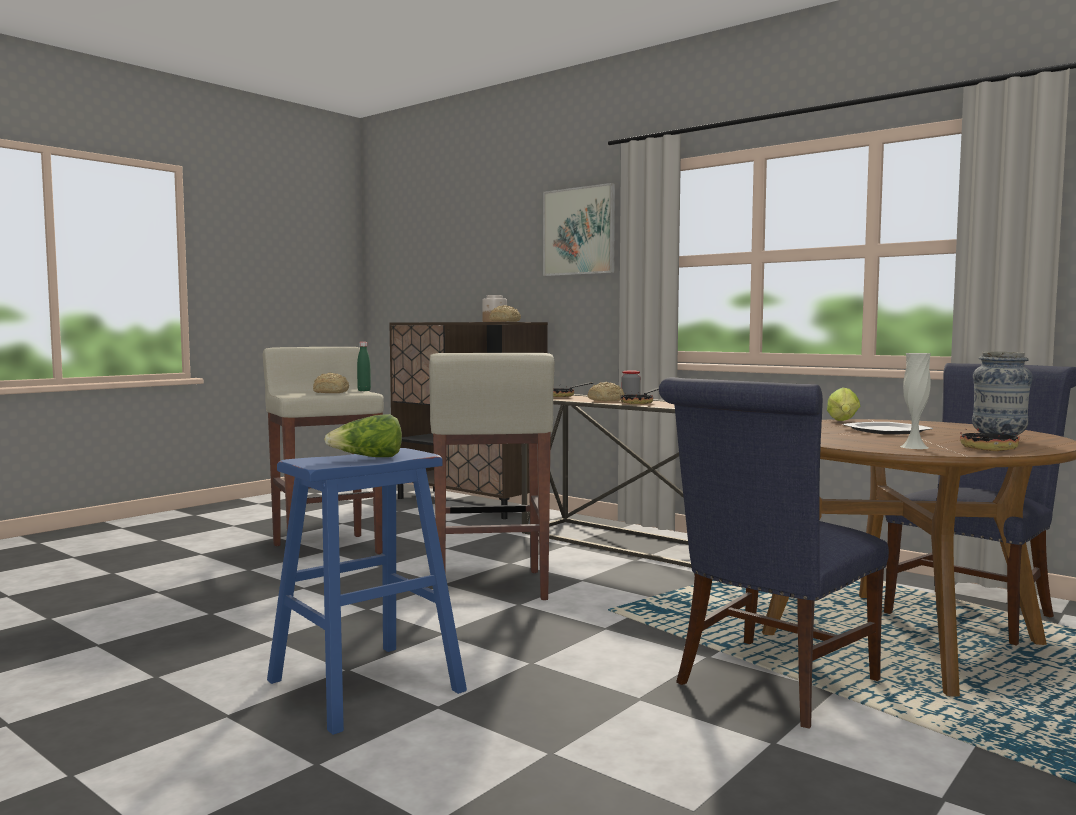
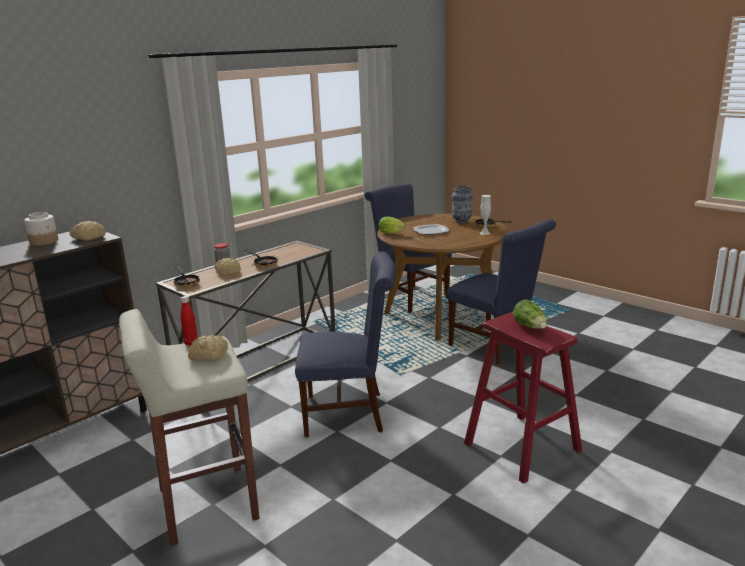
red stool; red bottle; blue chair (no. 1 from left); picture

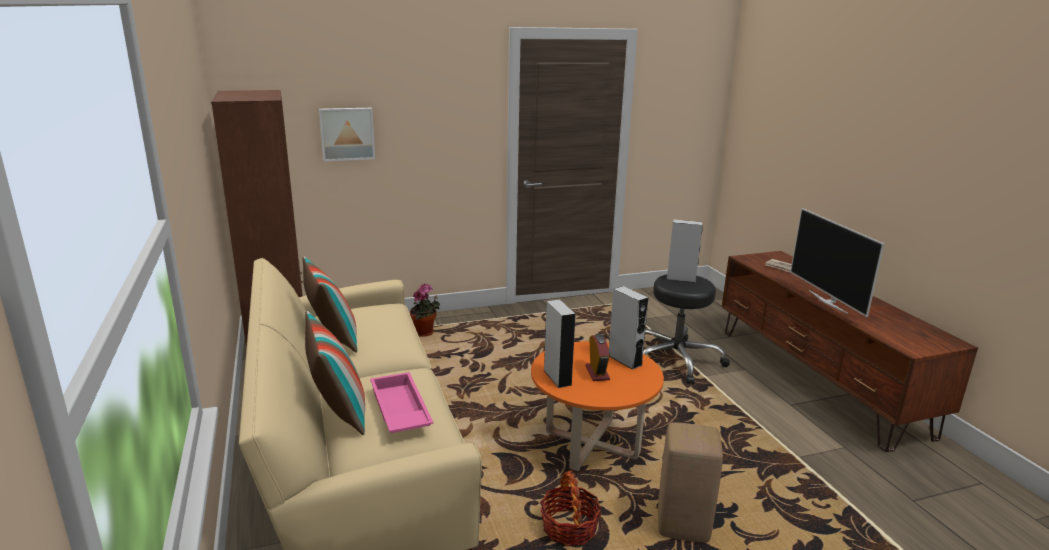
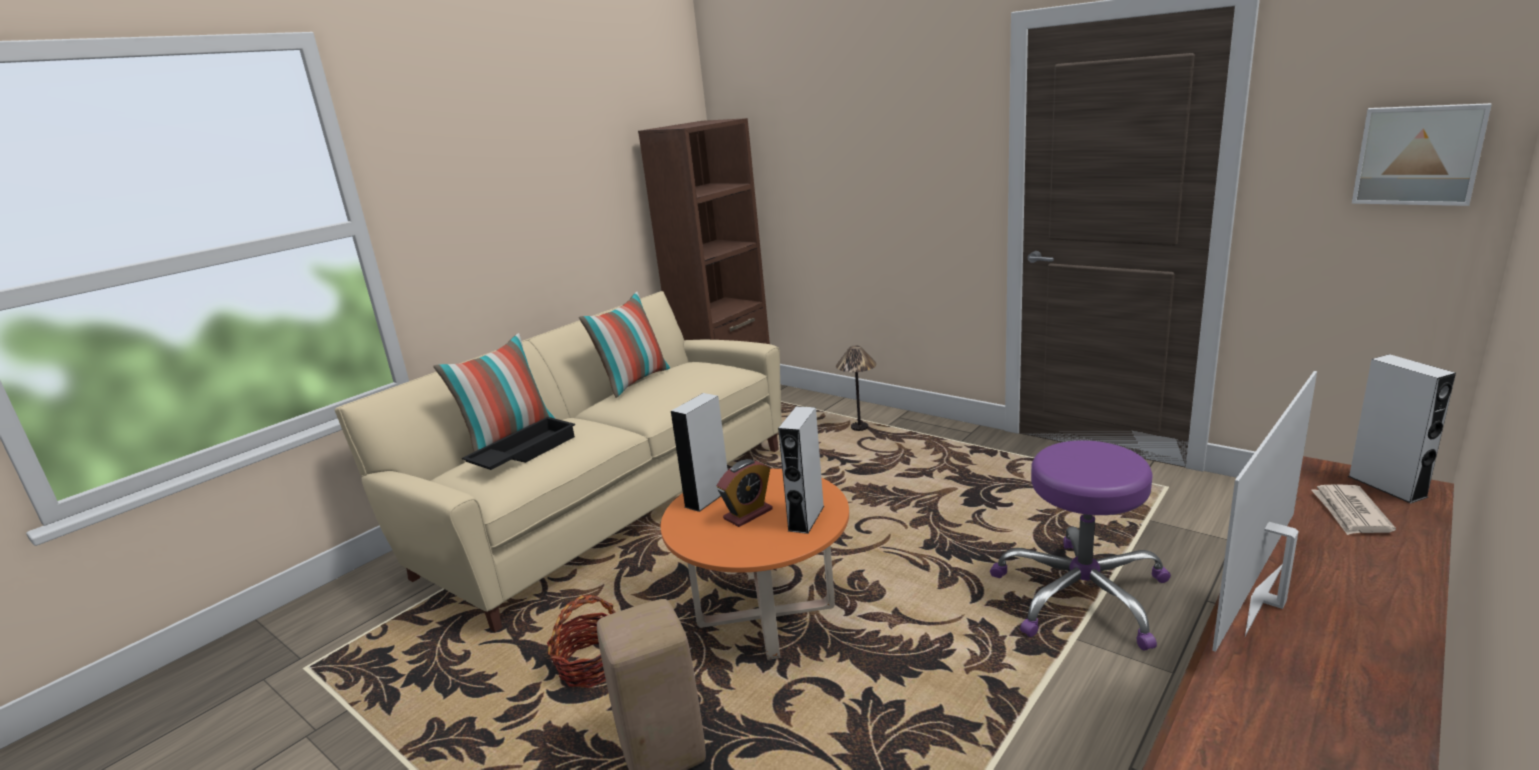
picture; black tray; table lamp; purple stool; grey speaker (no. 3 from left)

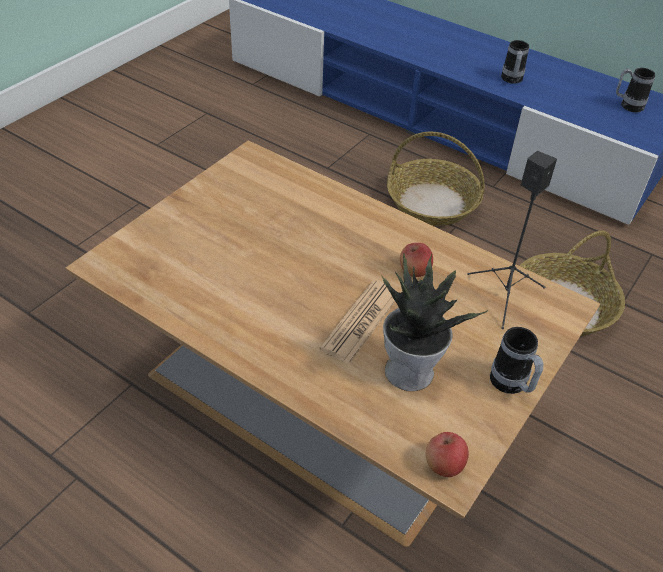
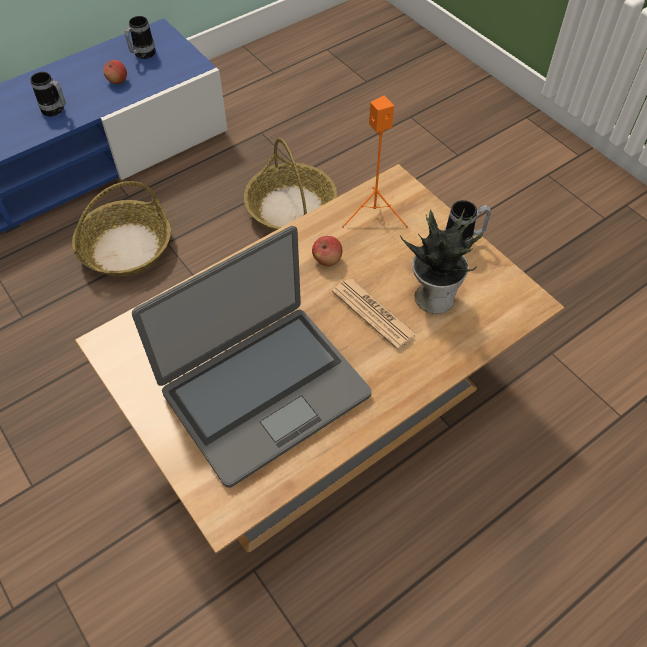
apple (no. 1 from left); orange speaker; laptop

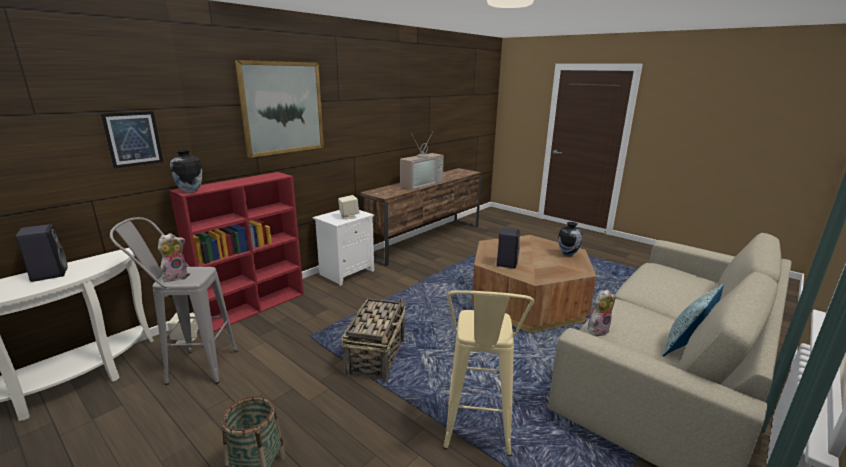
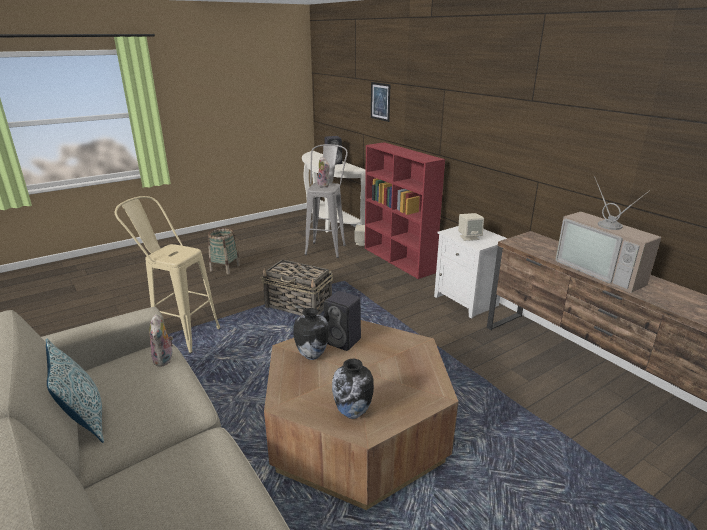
vase (no. 1 from left); picture (no. 2 from left in the first image)

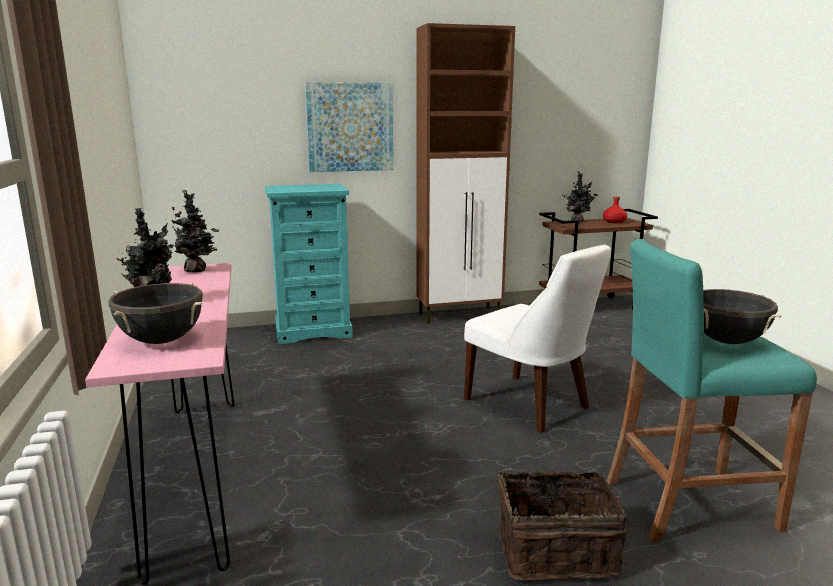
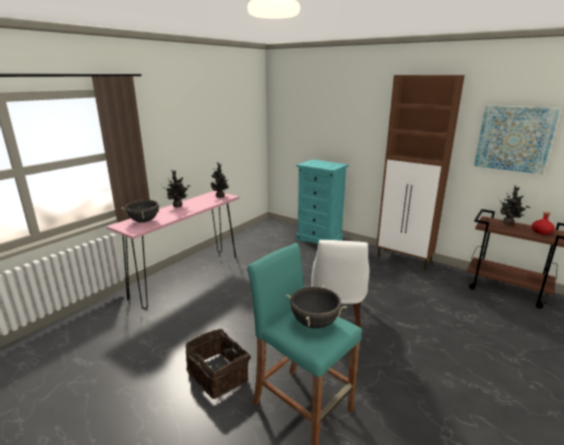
picture

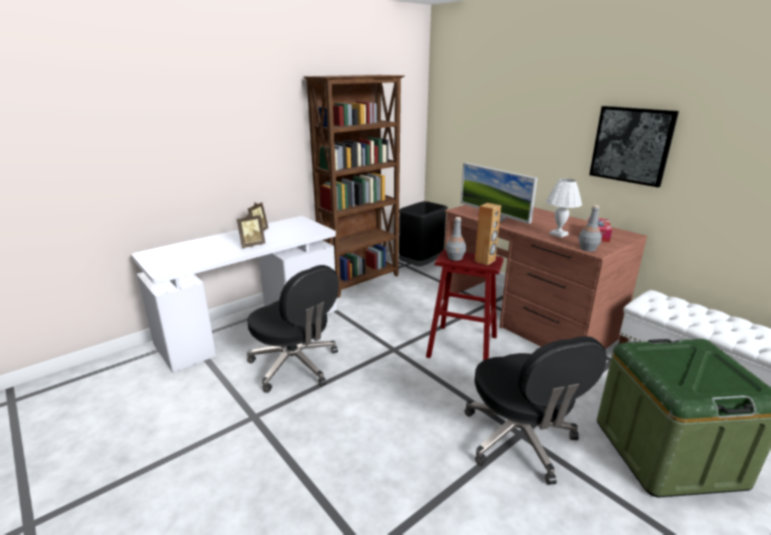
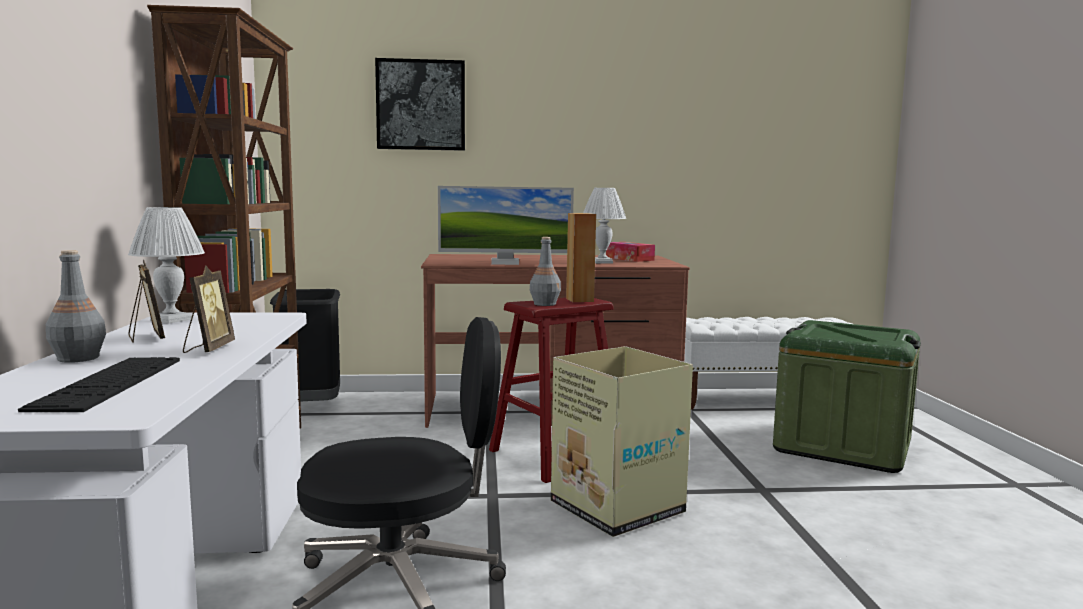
black office chair (no. 2 from left in the first image); grey bottle (no. 1 from left); picture; keyboard; white table lamp (no. 1 from left); cardboard box

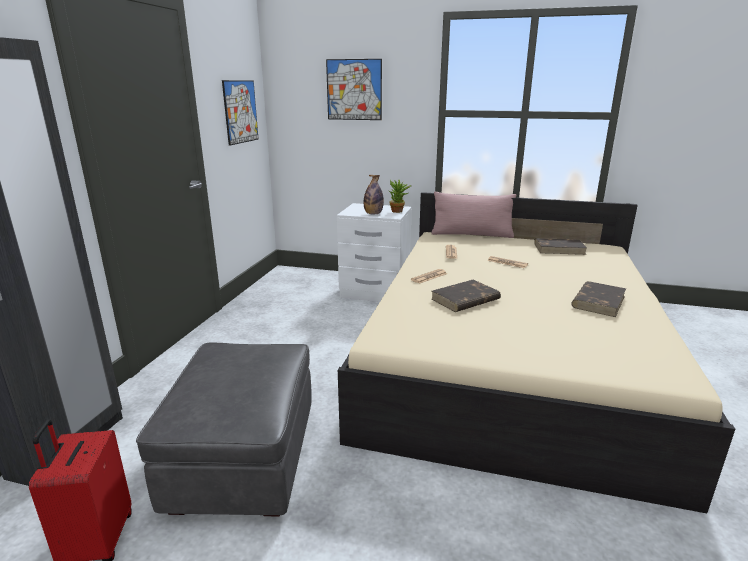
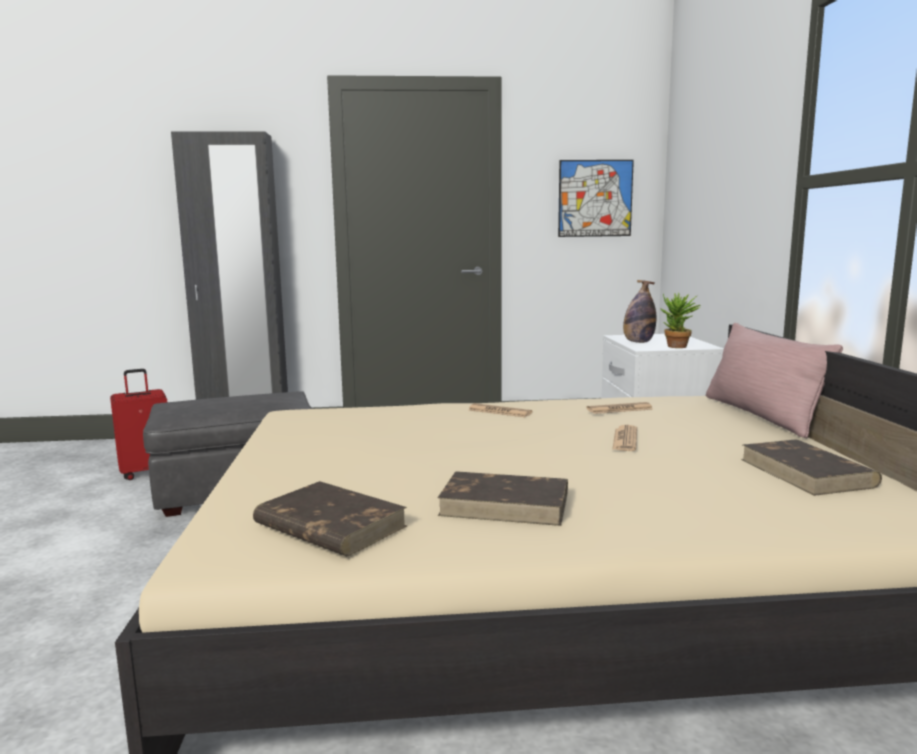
picture (no. 2 from left in the first image); brown book (no. 1 from left)

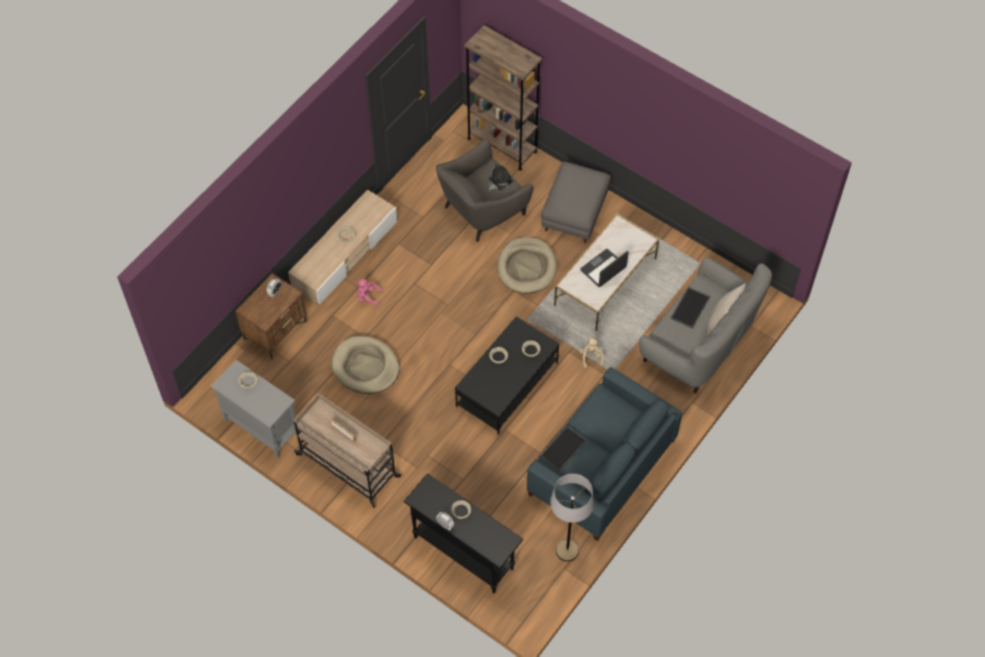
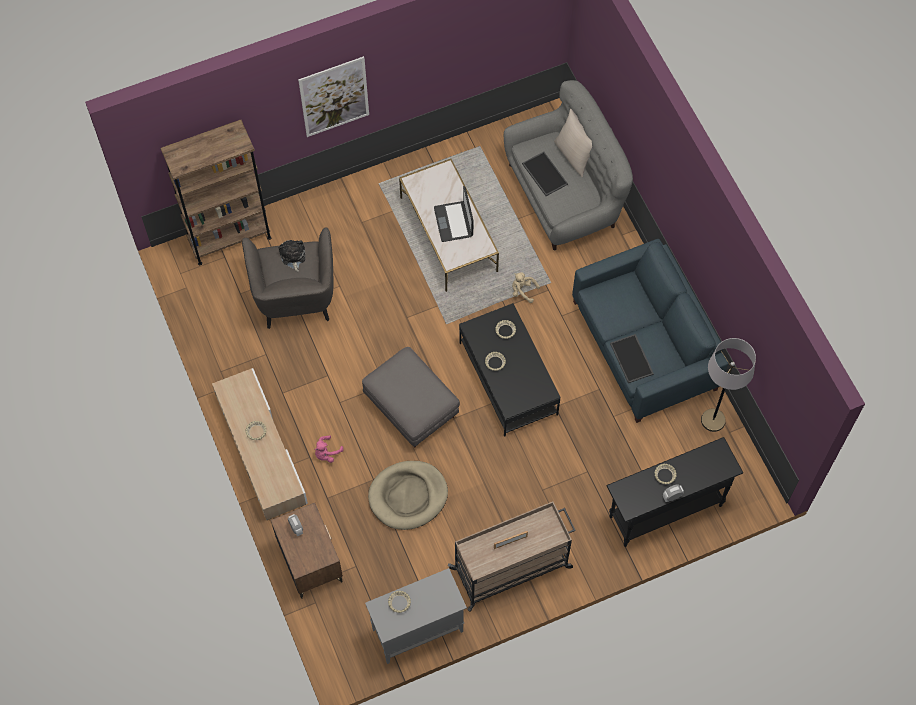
beige dog bed (no. 2 from left in the first image); grey ottoman; picture

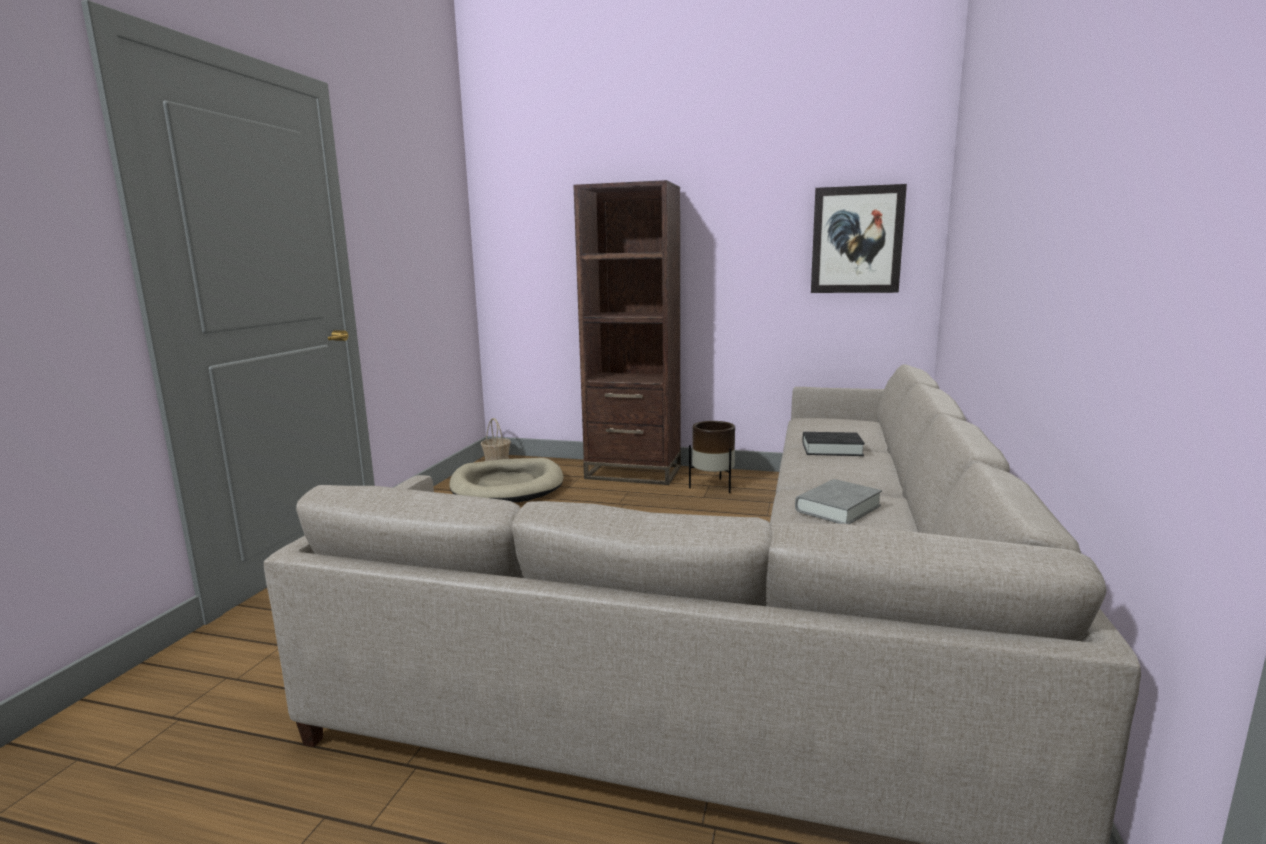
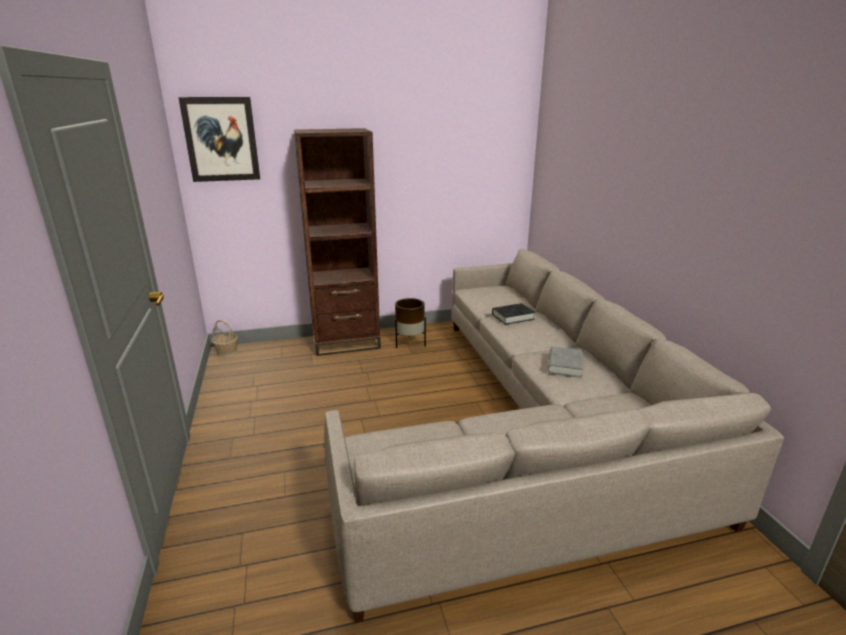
beige dog bed; picture

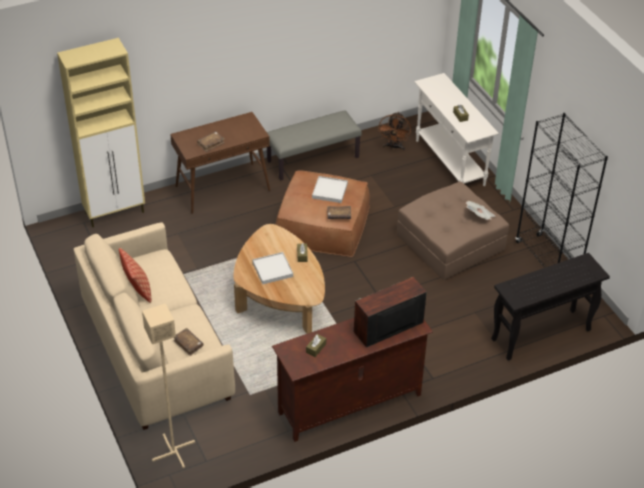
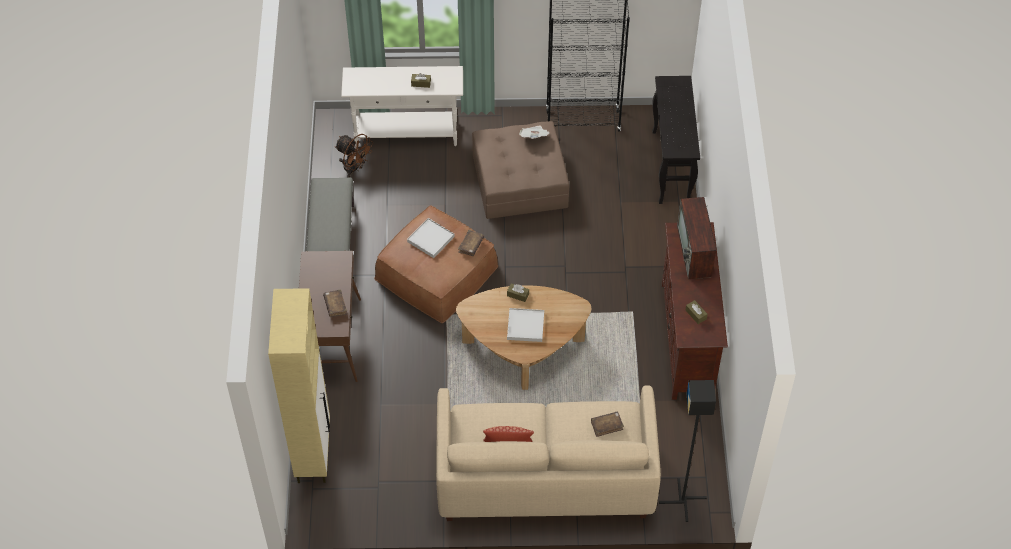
black floor lamp

